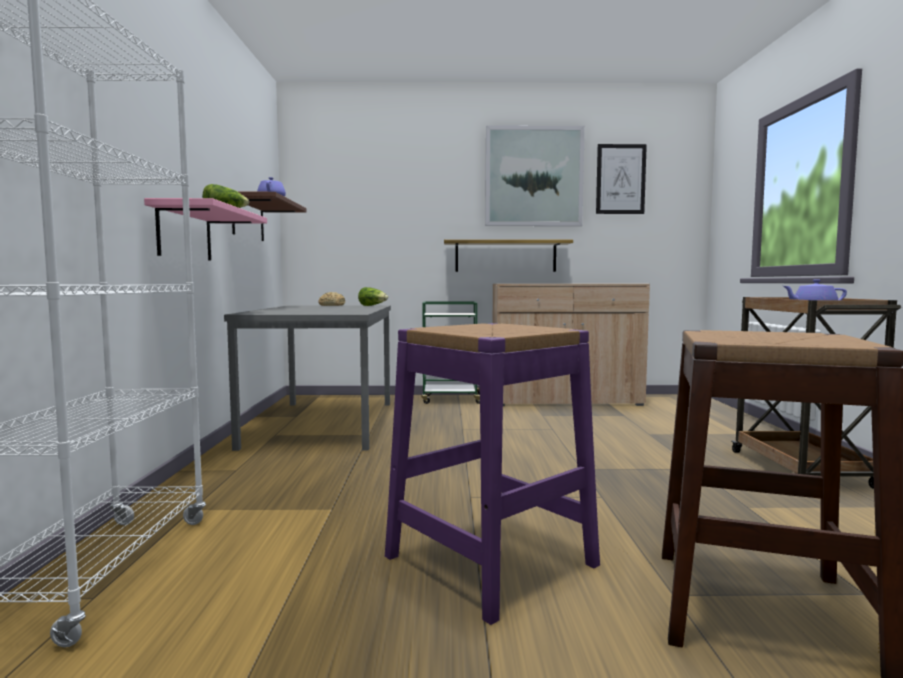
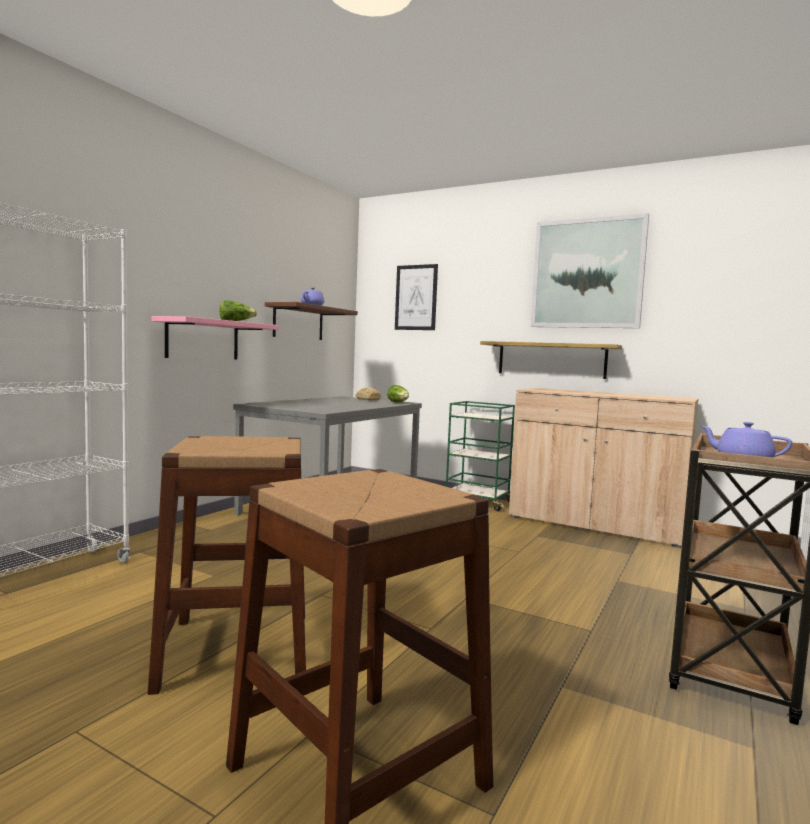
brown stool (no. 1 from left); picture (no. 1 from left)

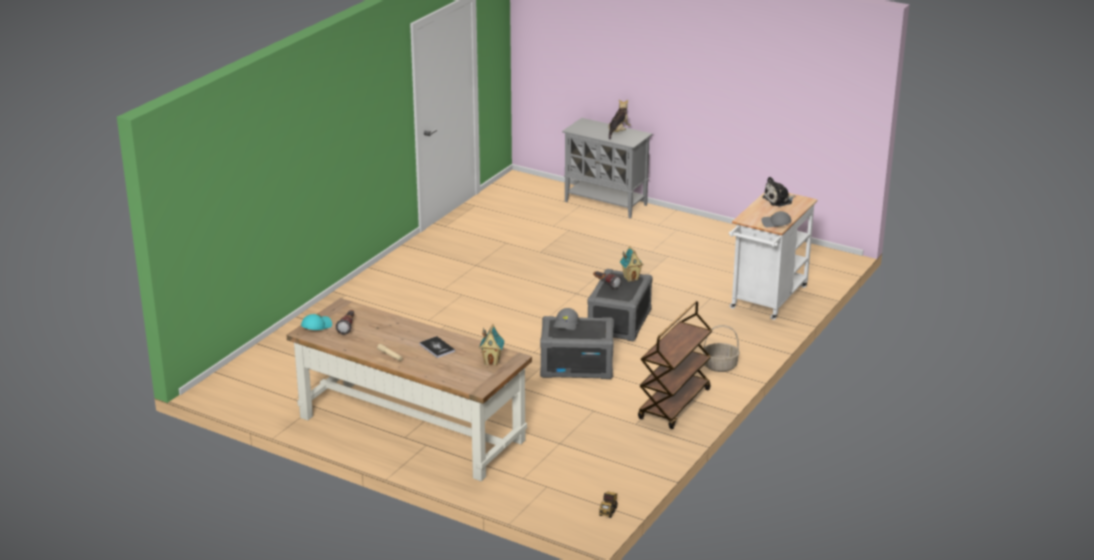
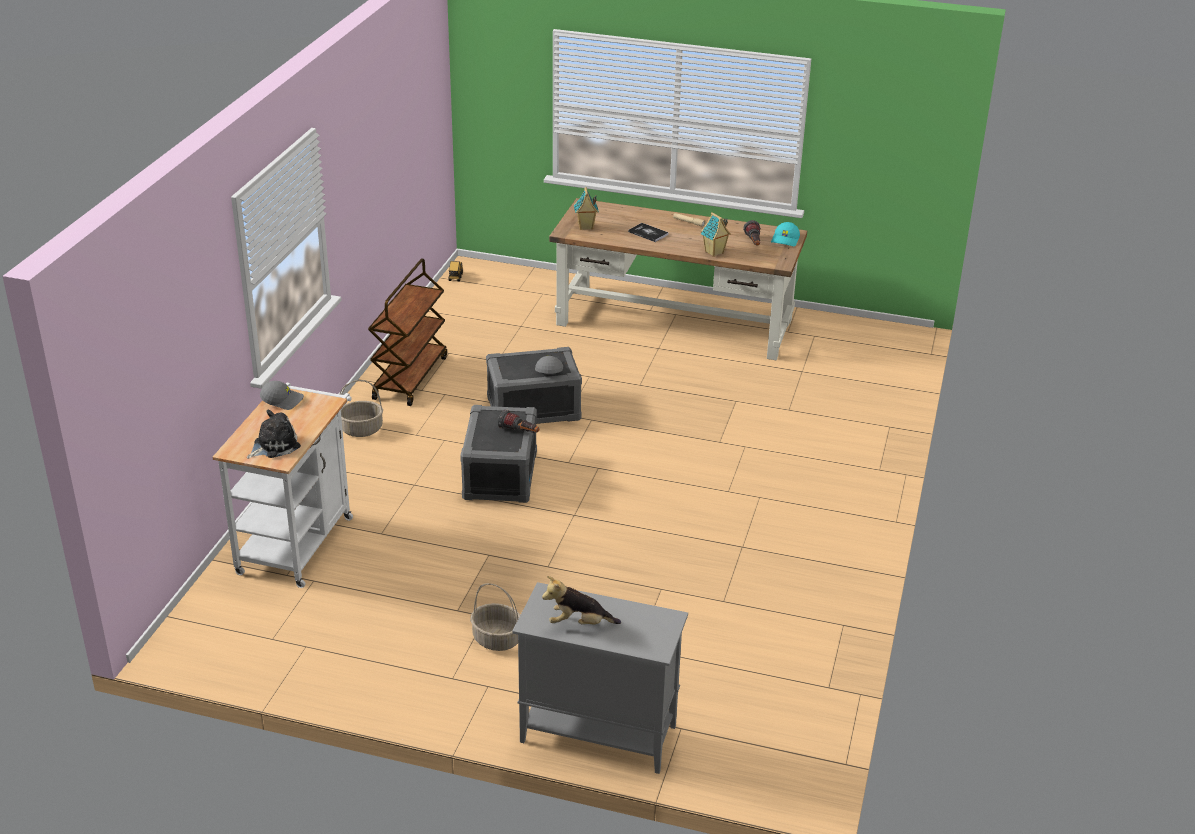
plush toy (no. 2 from left); toy house (no. 2 from left); basket (no. 2 from left)

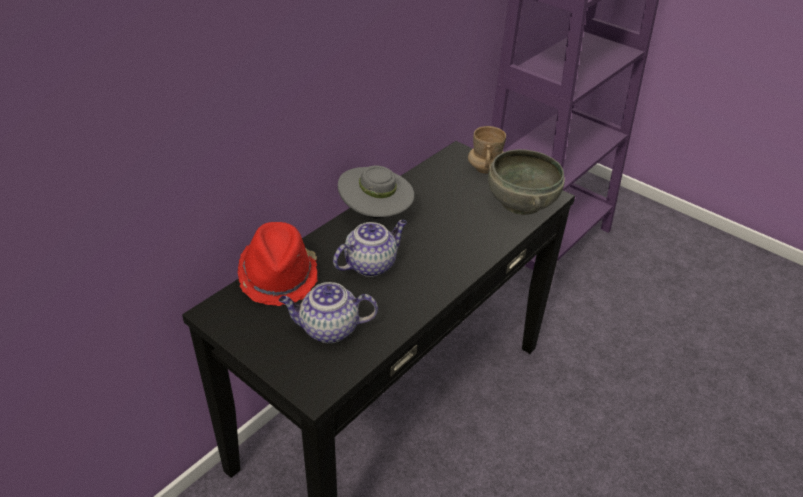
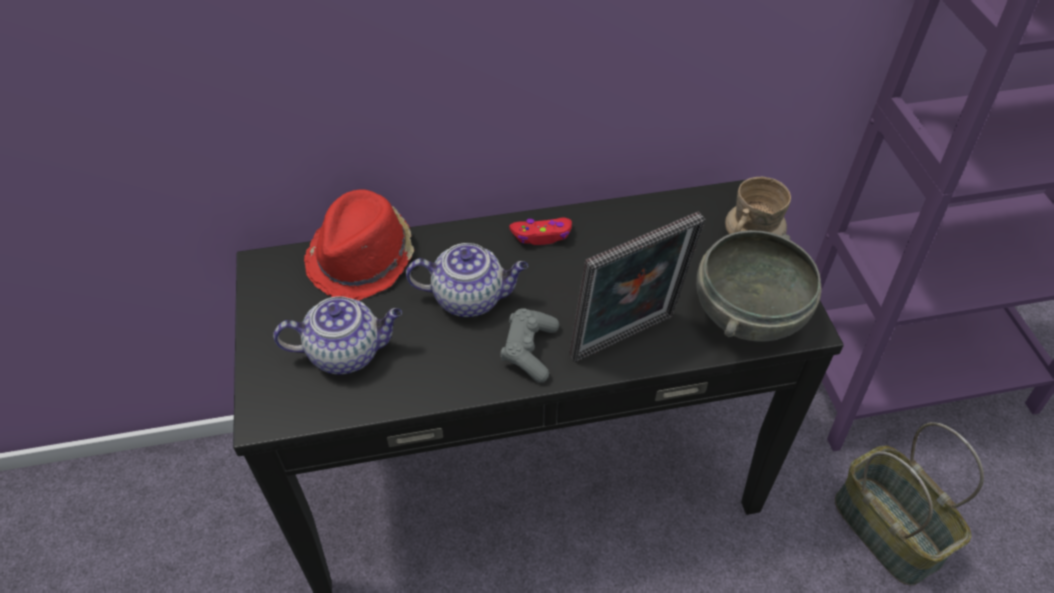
teapot (no. 1 from left); red game controller; grey game controller; picture frame; basket

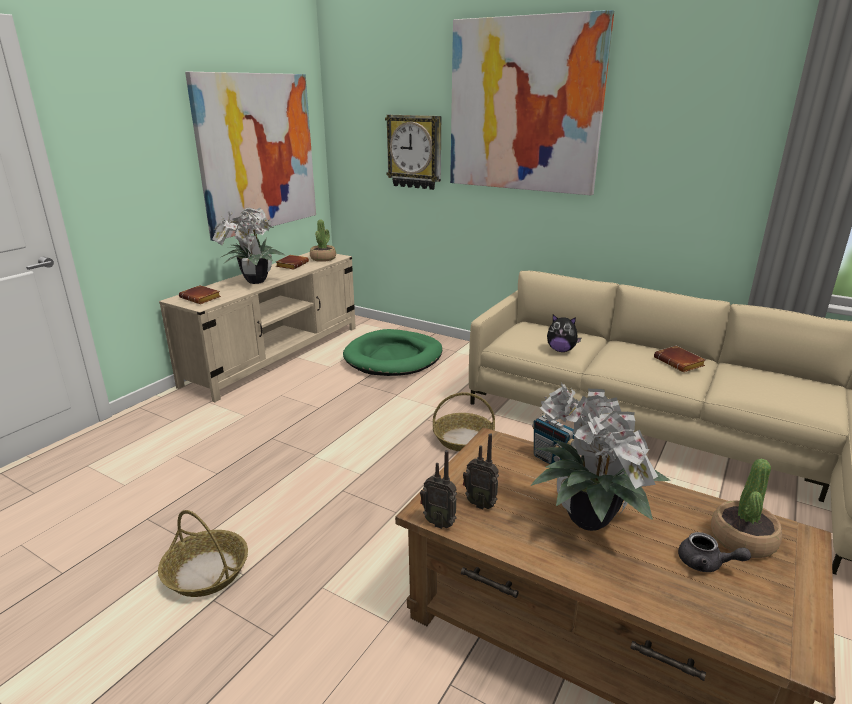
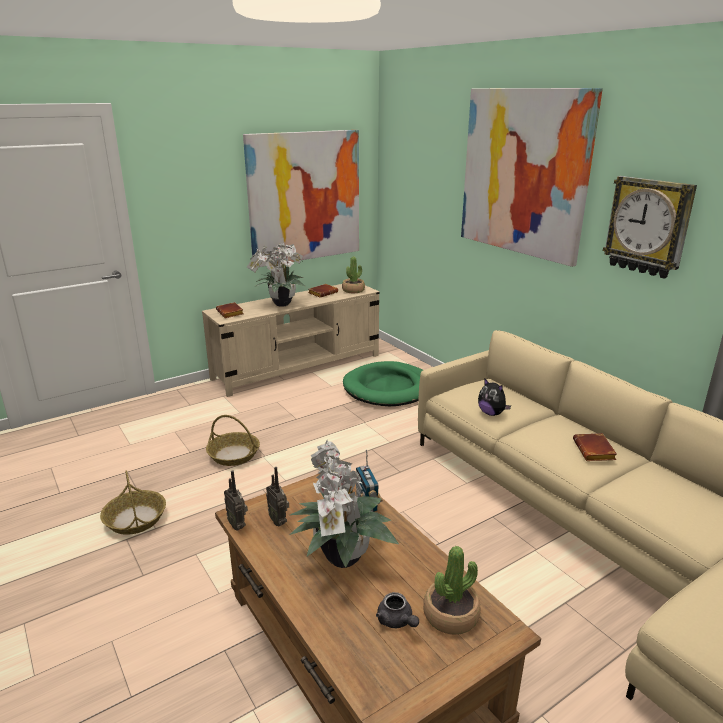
wall clock; basket (no. 2 from left)

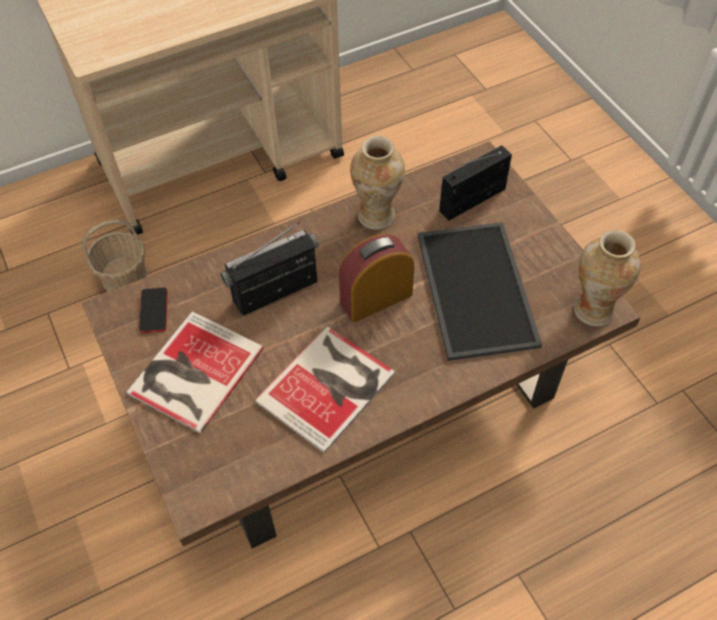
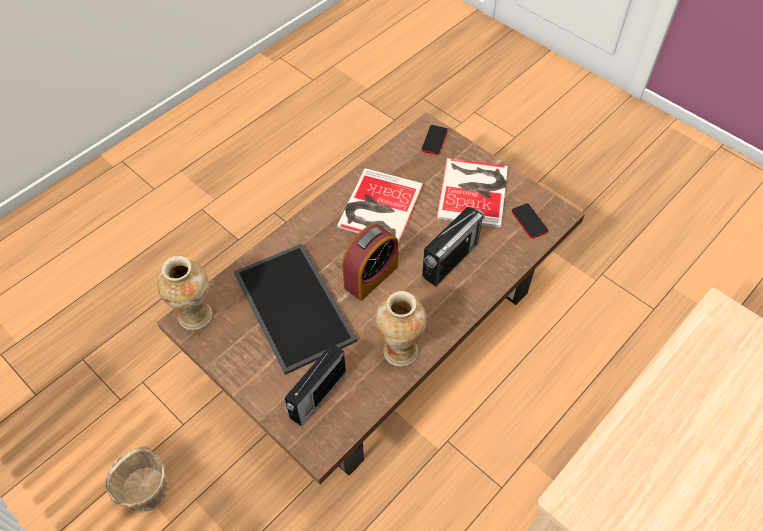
basket; phone (no. 1 from left)

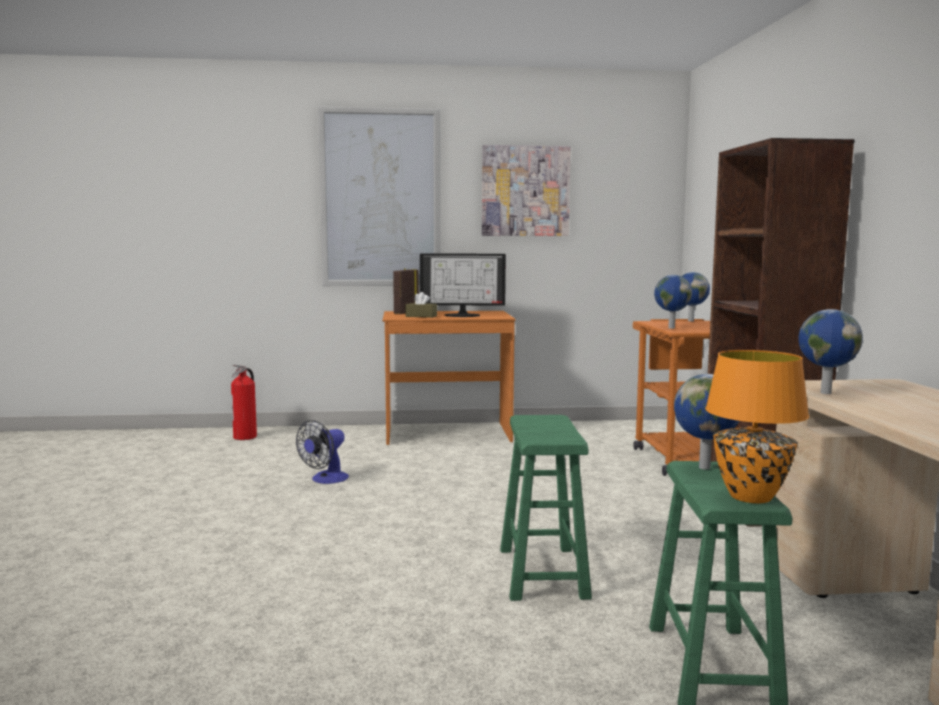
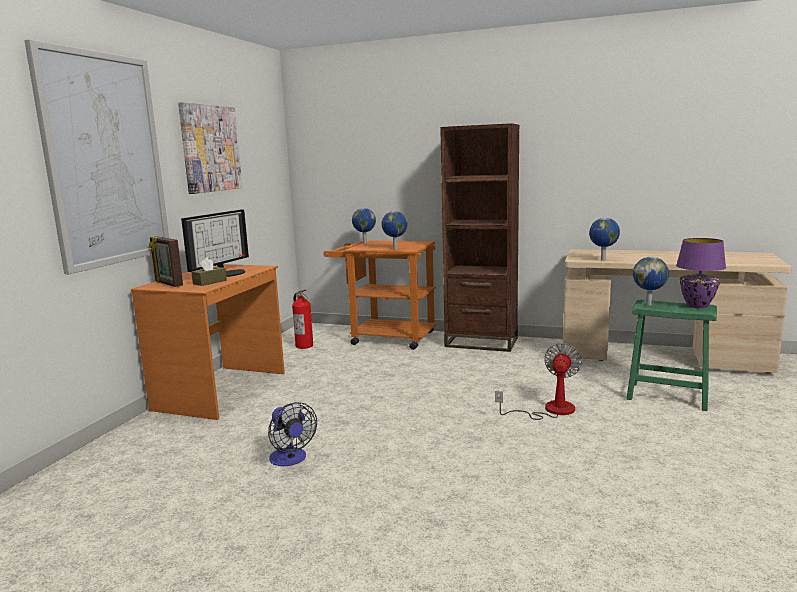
fire extinguisher; fan (no. 2 from left); purple table lamp

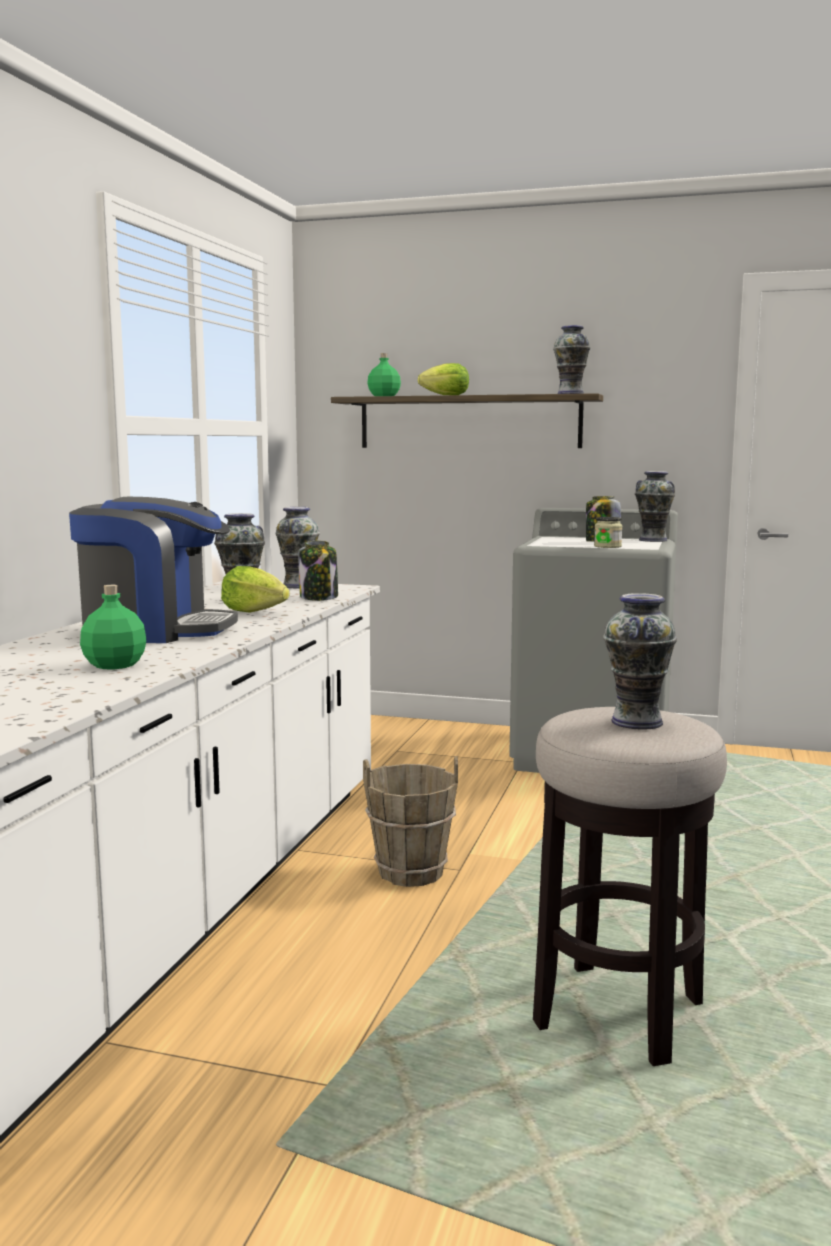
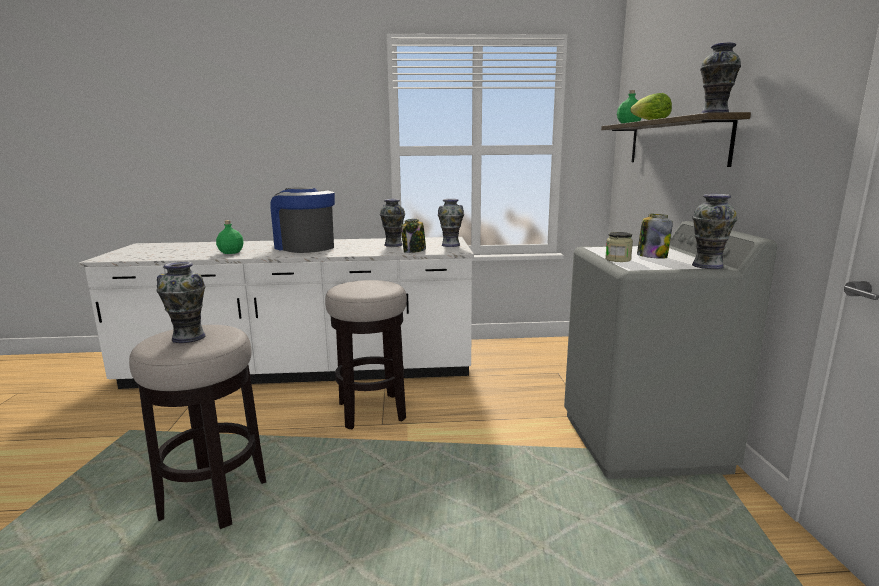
coffee machine; lettuce (no. 1 from left in the first image); stool (no. 2 from left)

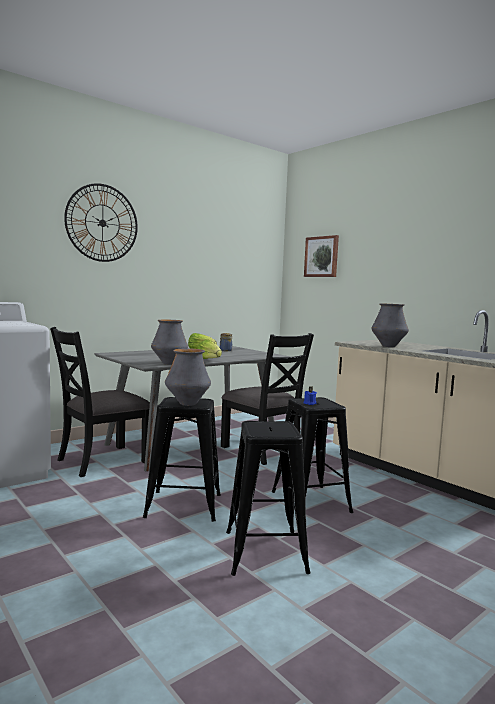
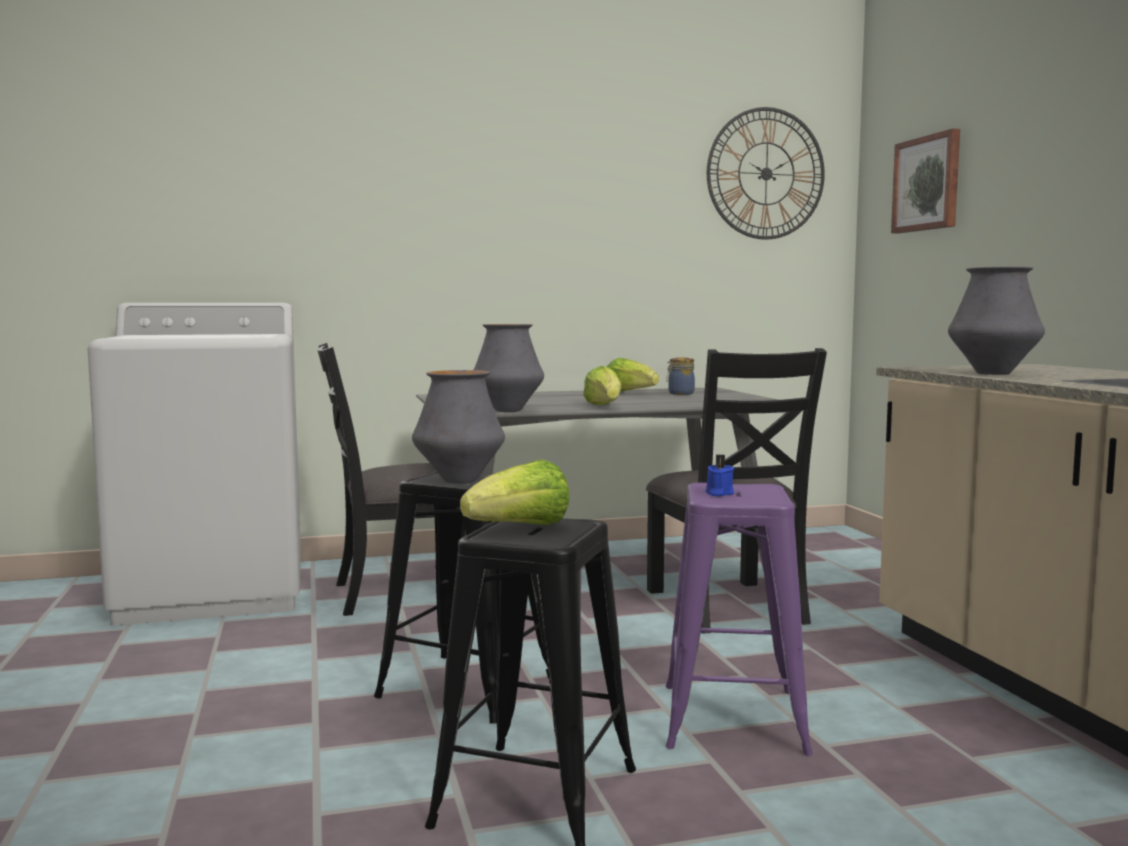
wall clock; purple stool; lettuce (no. 1 from left)

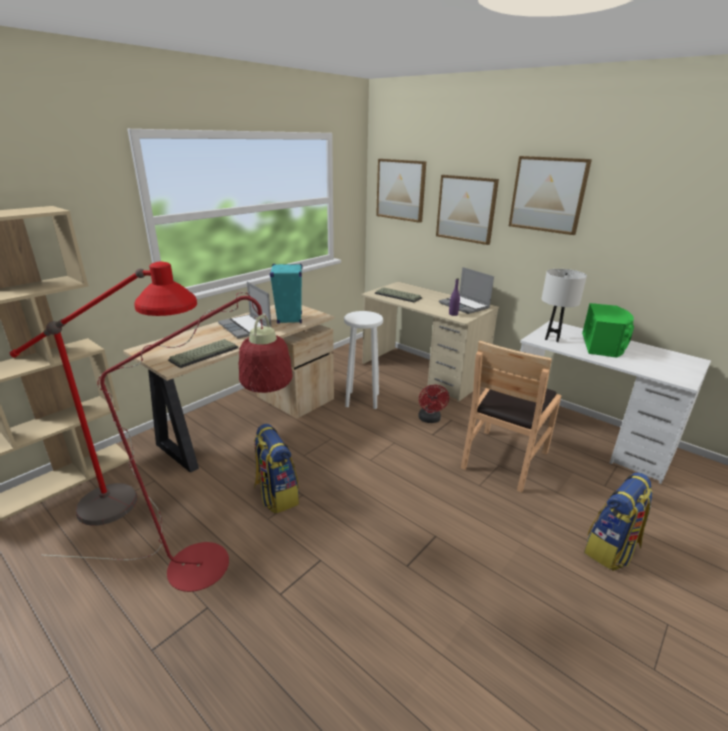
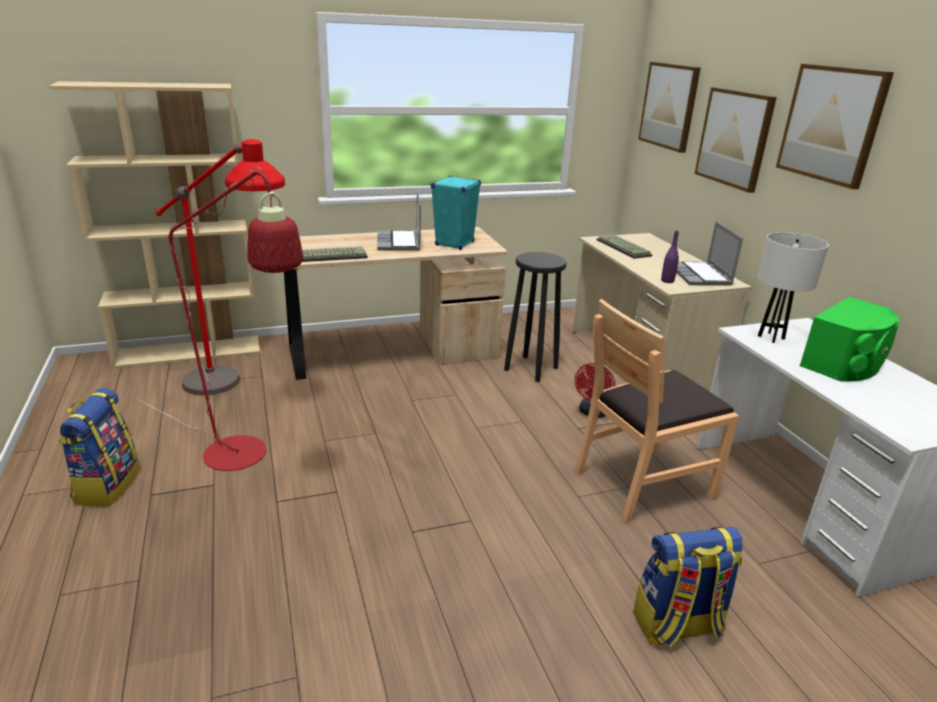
backpack (no. 1 from left); black stool

